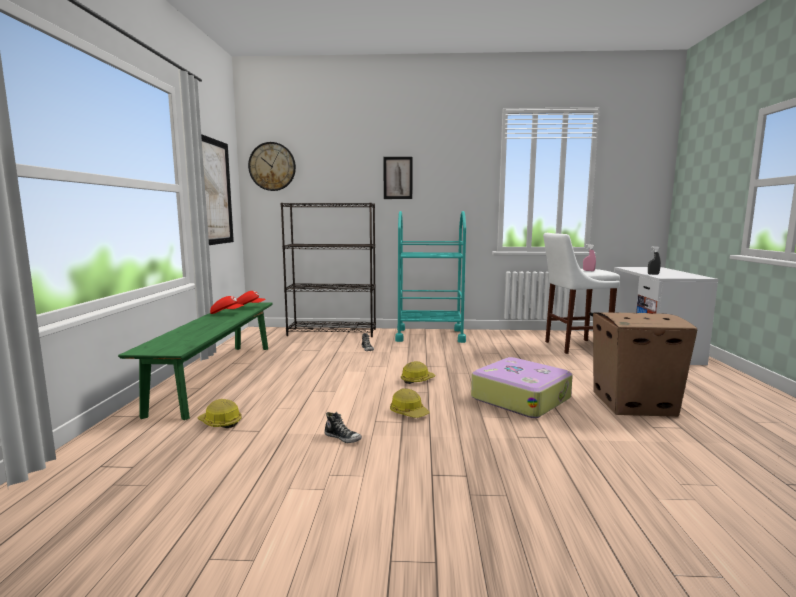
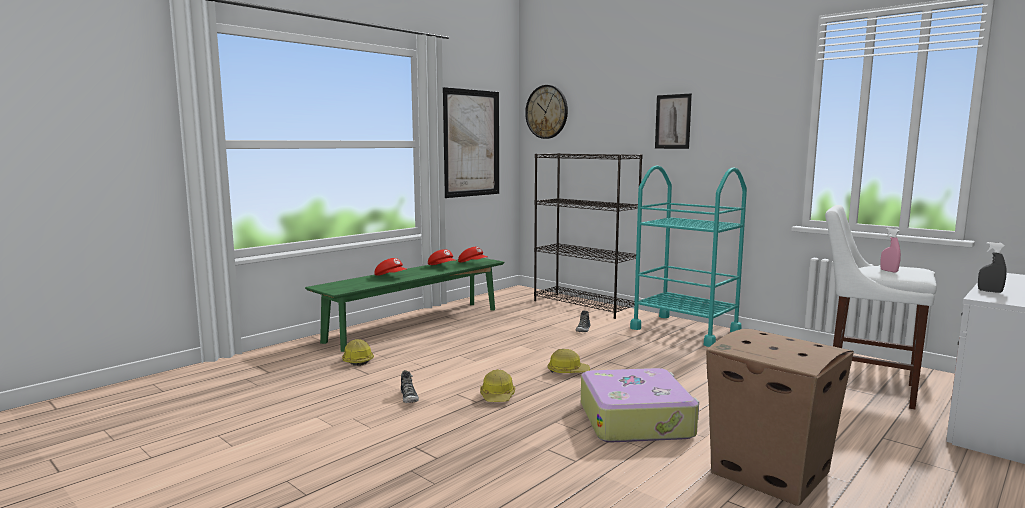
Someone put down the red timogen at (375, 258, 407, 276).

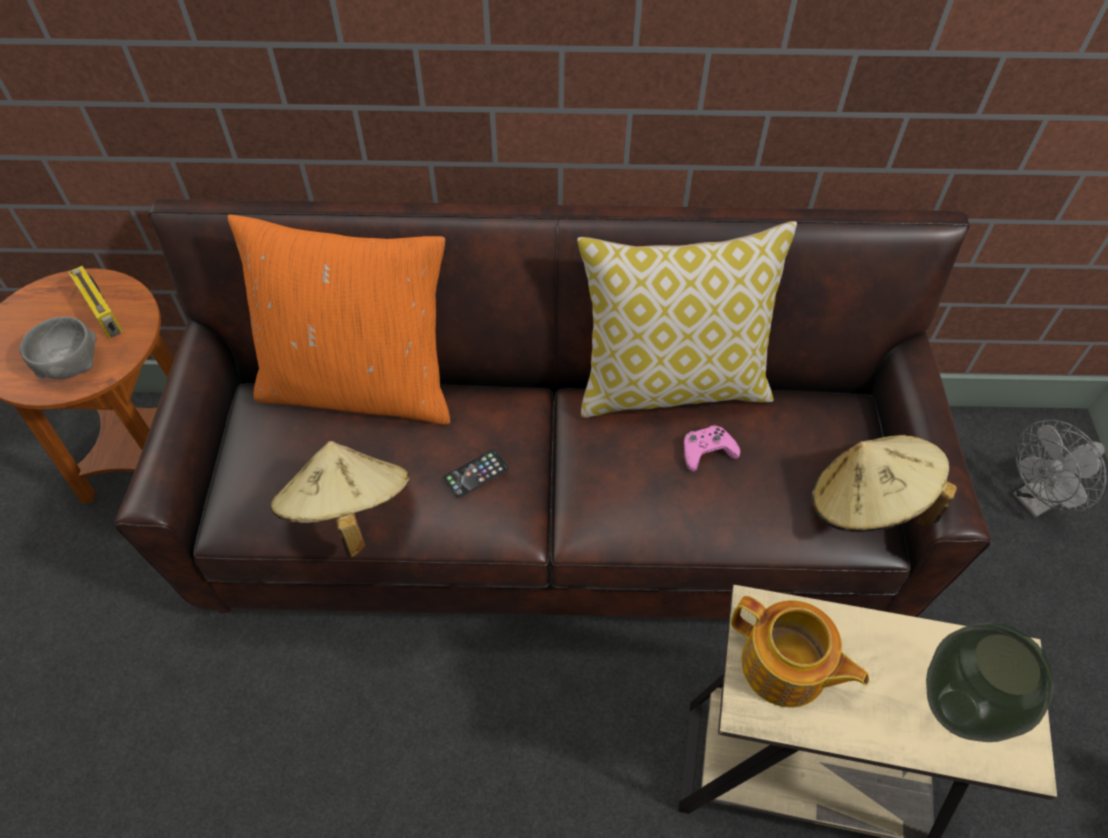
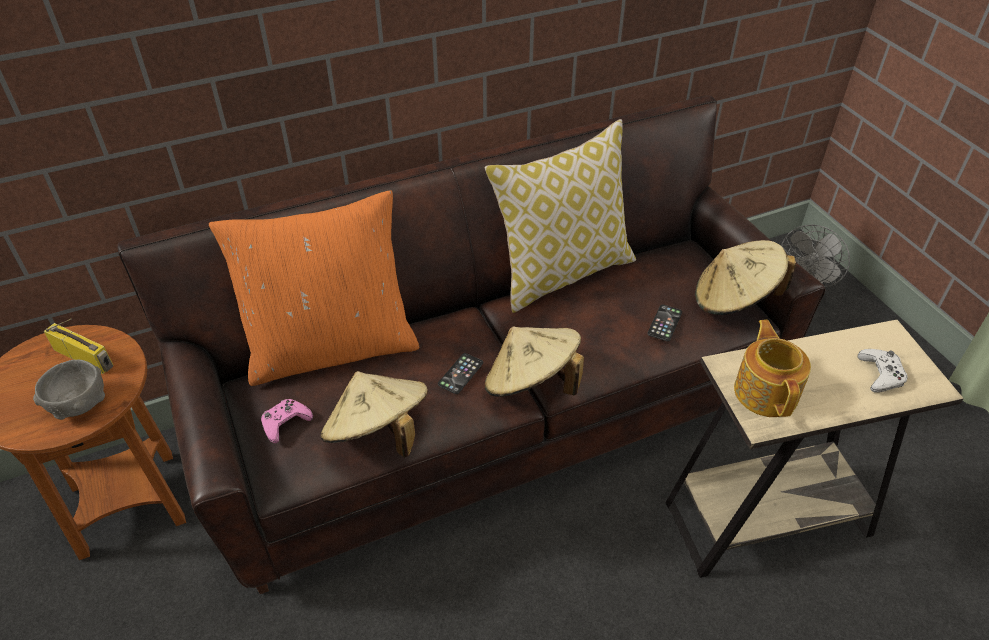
Someone carried the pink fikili from (684, 425, 741, 472) to (261, 399, 313, 443). Someone rotated the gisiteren at (731, 596, 869, 708) by 105 degrees counterclockwise. Someone swapped the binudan at (926, 623, 1053, 742) for the white fikili at (858, 349, 908, 393). Someone put down the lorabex at (647, 304, 682, 341). Someone put down the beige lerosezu at (485, 327, 584, 397).

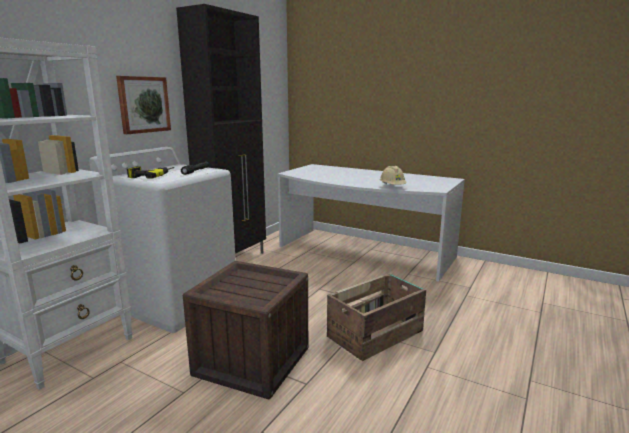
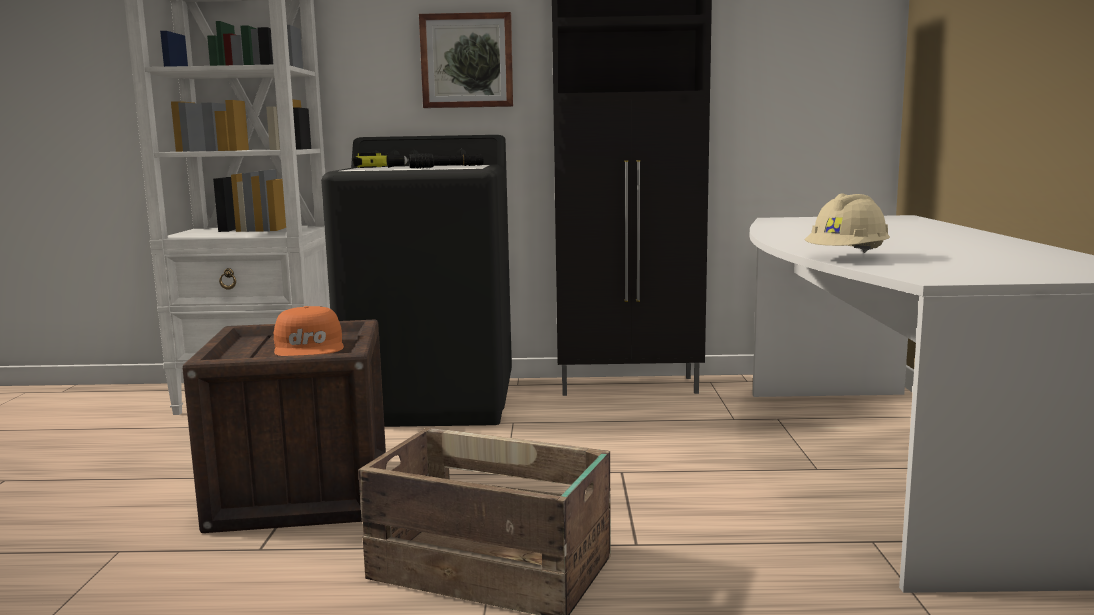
Someone repainted the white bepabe at (89, 147, 236, 333), which became the black bepabe at (321, 135, 512, 427). Someone put down the orange timogen at (274, 306, 344, 356).

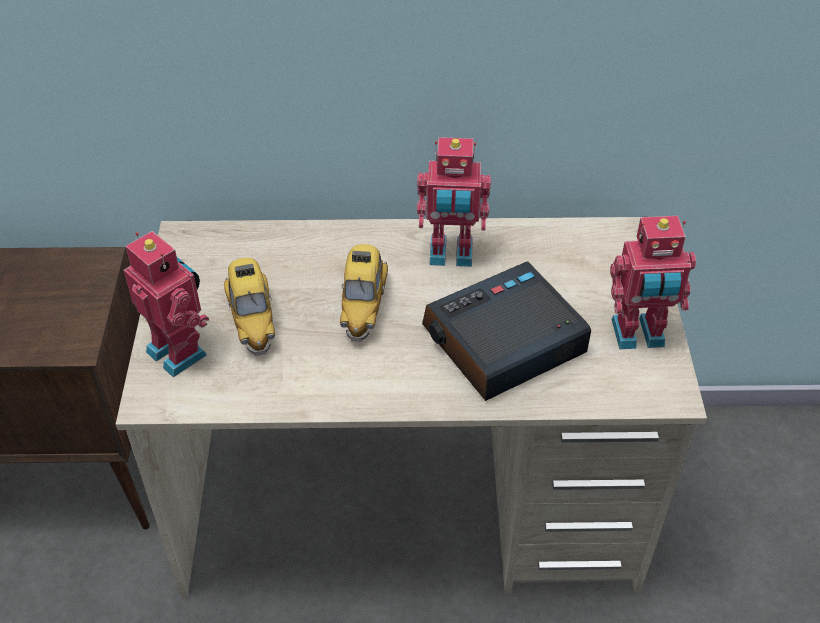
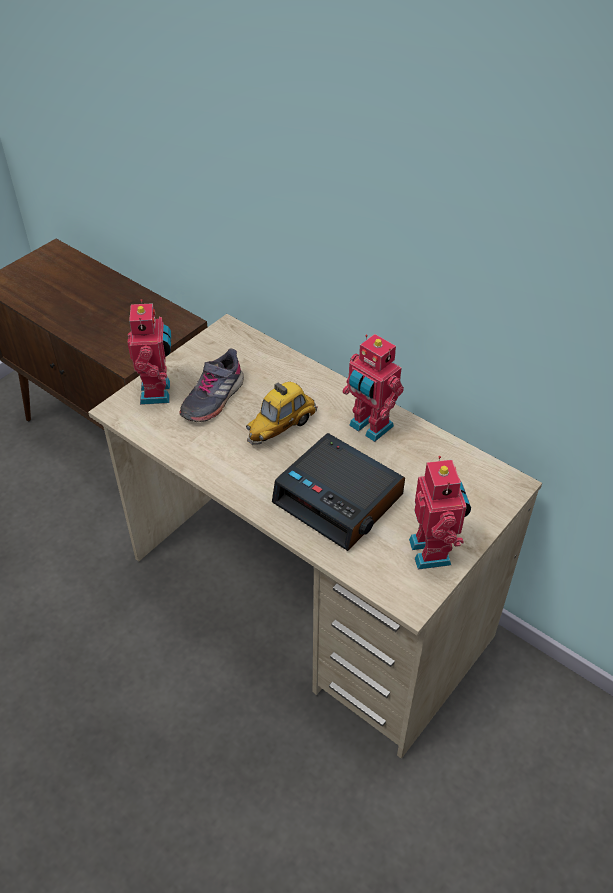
Someone rotated the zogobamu at (610, 216, 696, 349) by 135 degrees counterclockwise. Someone swapped the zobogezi at (224, 258, 275, 356) for the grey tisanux at (179, 348, 244, 422). Someone rotated the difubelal at (422, 261, 591, 401) by 150 degrees counterclockwise.

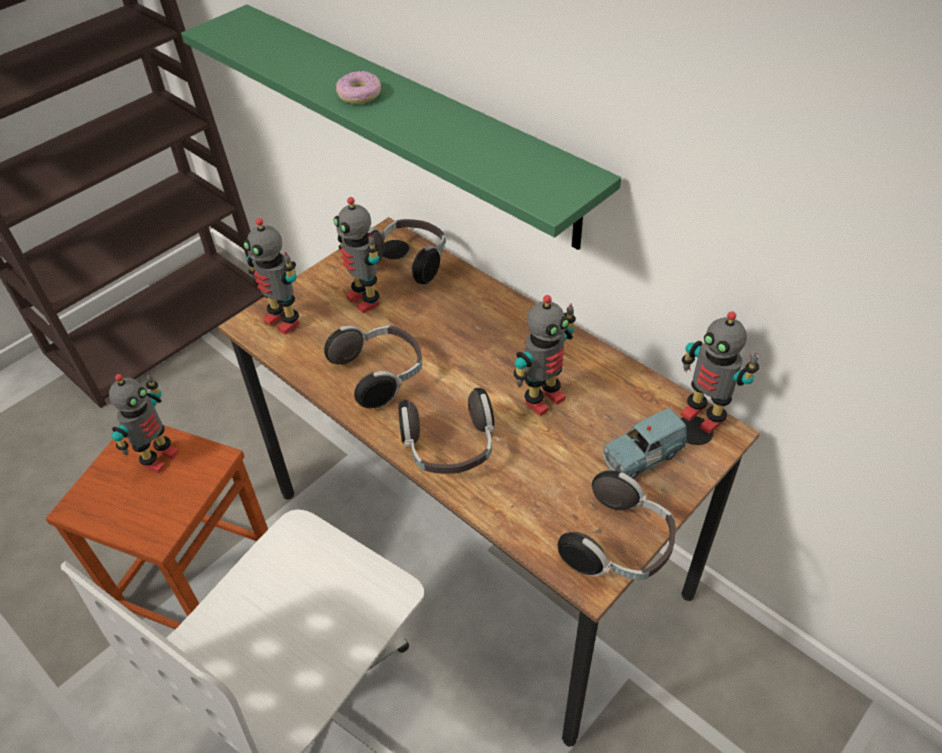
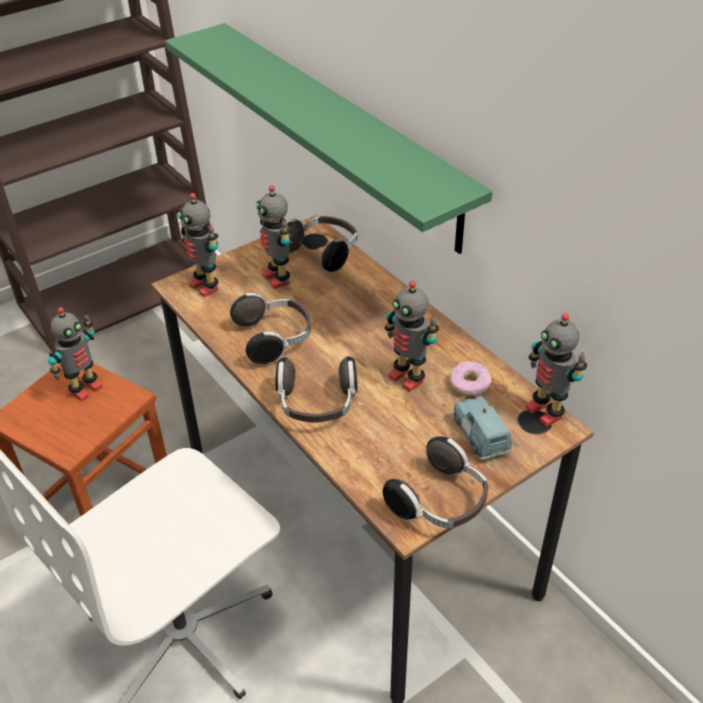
Someone carried the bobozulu from (336, 71, 381, 104) to (450, 361, 492, 396). Someone rotated the zogobamu at (513, 295, 576, 416) by 75 degrees clockwise. Someone rotated the blue zobogezi at (603, 408, 687, 479) by 90 degrees clockwise.

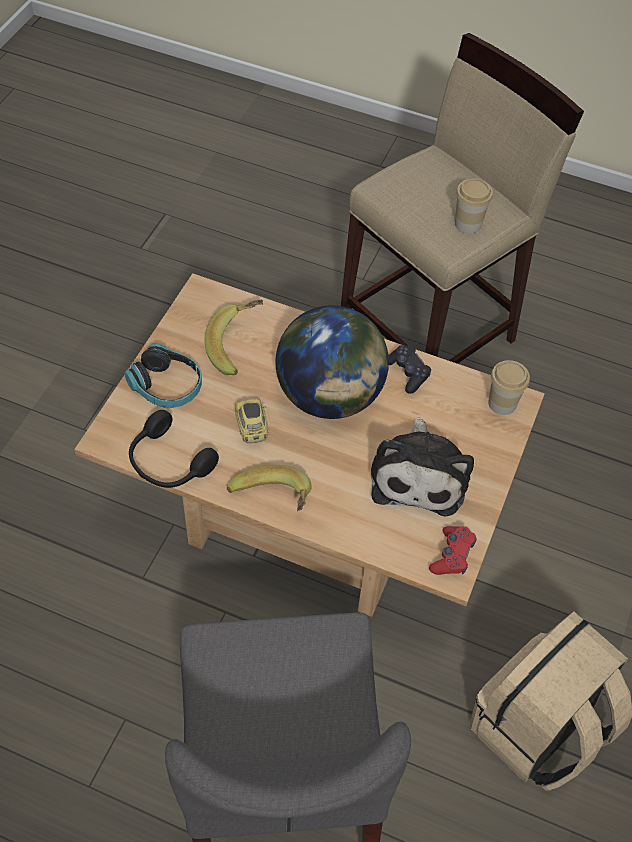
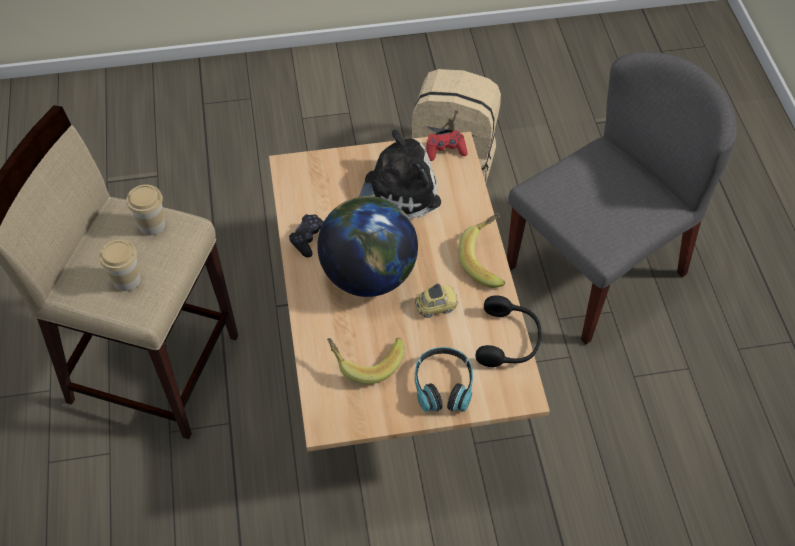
Someone carried the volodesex from (488, 360, 530, 415) to (99, 239, 141, 291). Someone rotated the zobogezi at (235, 399, 268, 443) by 150 degrees counterclockwise.

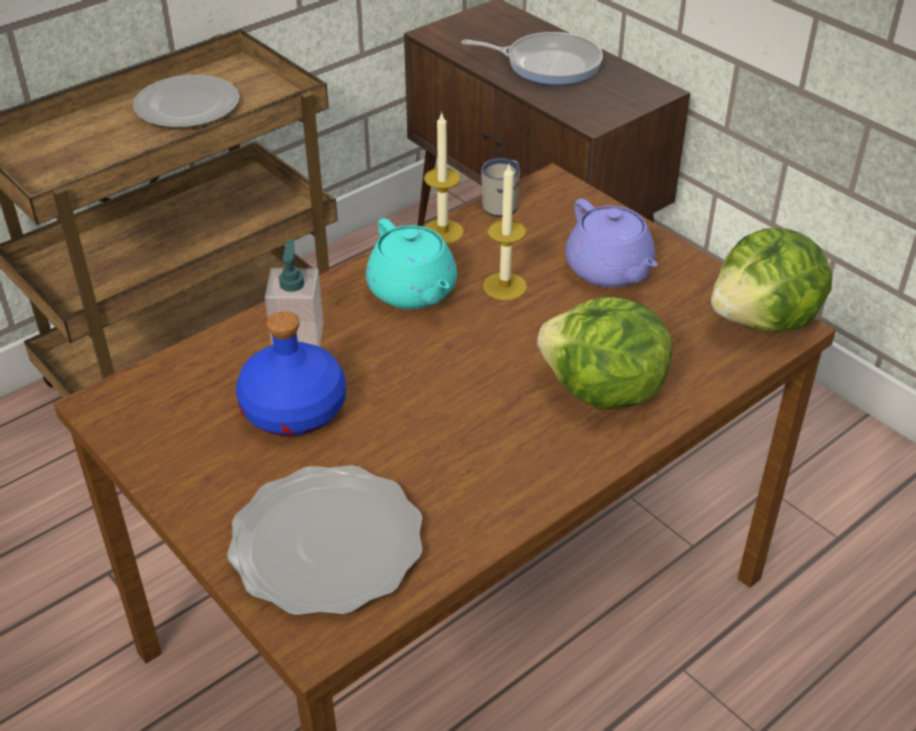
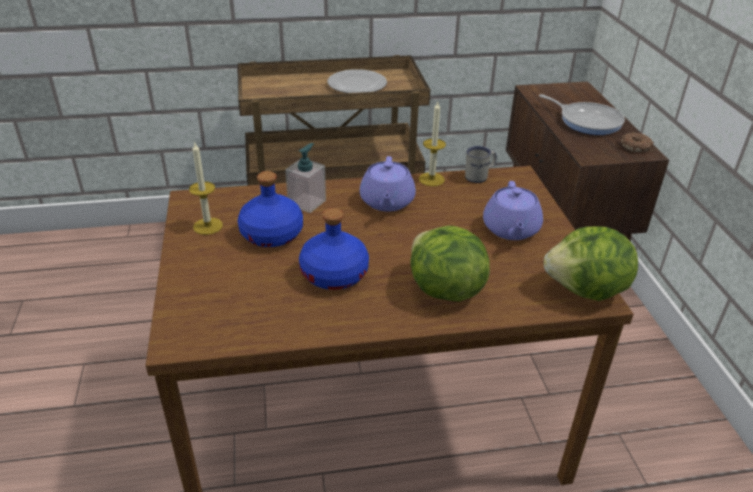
Someone carried the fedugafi from (483, 165, 527, 300) to (189, 143, 223, 235). Someone repainted the turquoise gisiteren at (366, 218, 457, 309), which became the purple gisiteren at (360, 156, 416, 212). Someone took away the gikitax at (227, 465, 422, 616). Someone put down the bobozulu at (621, 133, 654, 152). Someone put down the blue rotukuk at (299, 208, 369, 290).

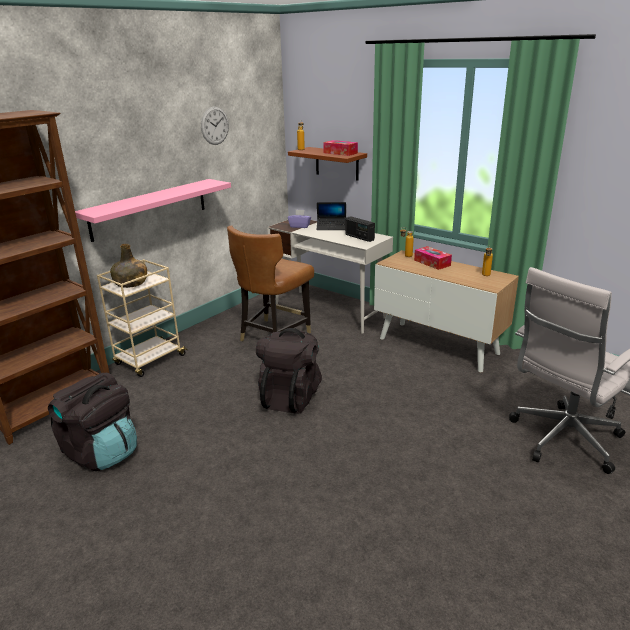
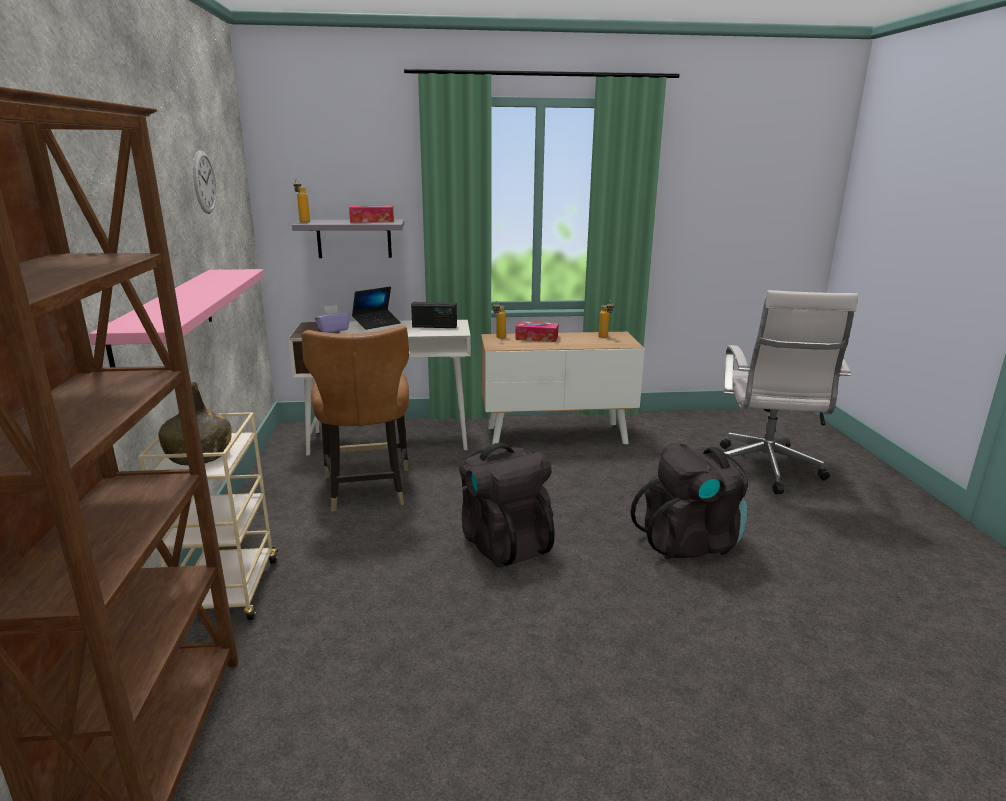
Someone repainted the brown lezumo at (288, 147, 367, 180), which became the grey lezumo at (292, 220, 404, 258). Someone carried the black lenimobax from (48, 373, 137, 471) to (630, 443, 748, 559).

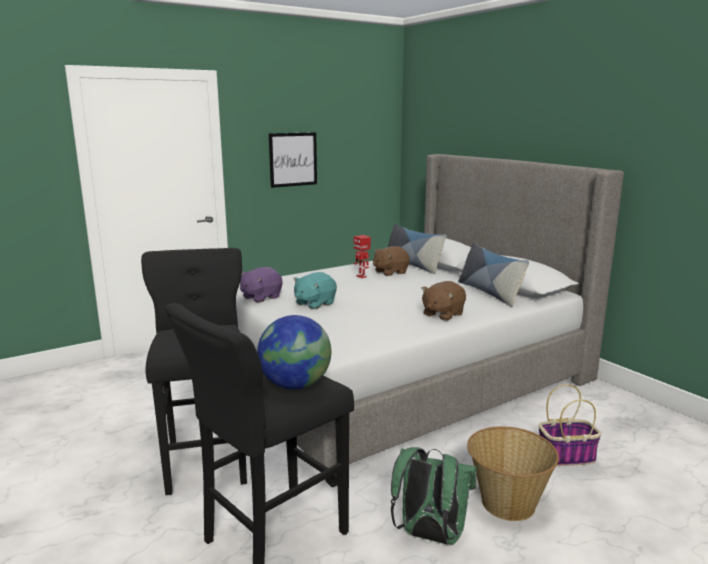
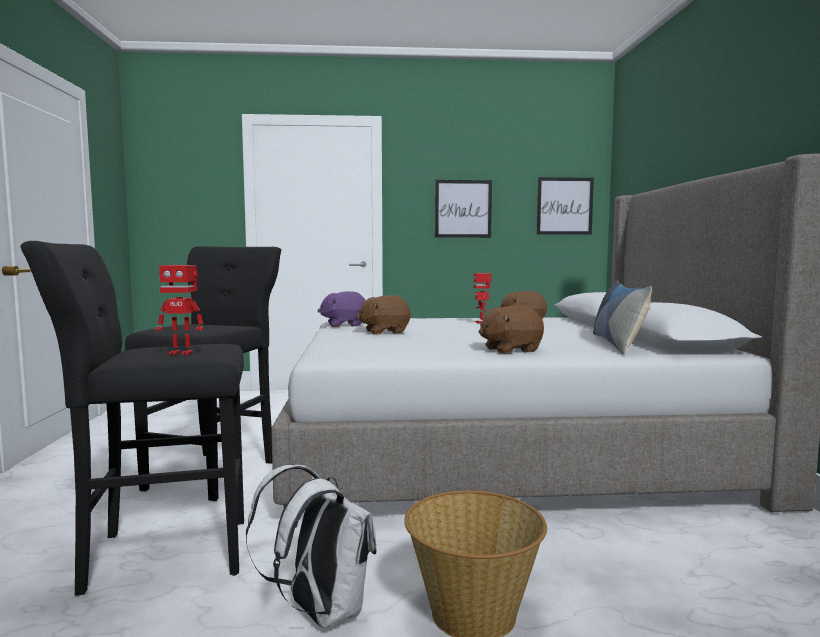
Someone took away the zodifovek at (388, 224, 446, 274). Someone repainted the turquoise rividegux at (293, 272, 337, 309), which became the brown rividegux at (356, 295, 411, 335). Someone swapped the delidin at (257, 315, 331, 389) for the zogobamu at (155, 265, 204, 355). Someone took away the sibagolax at (539, 384, 601, 466). Someone repainted the green lenimobax at (391, 447, 477, 545), which became the white lenimobax at (246, 465, 376, 628). Someone put up the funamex at (536, 177, 594, 235).

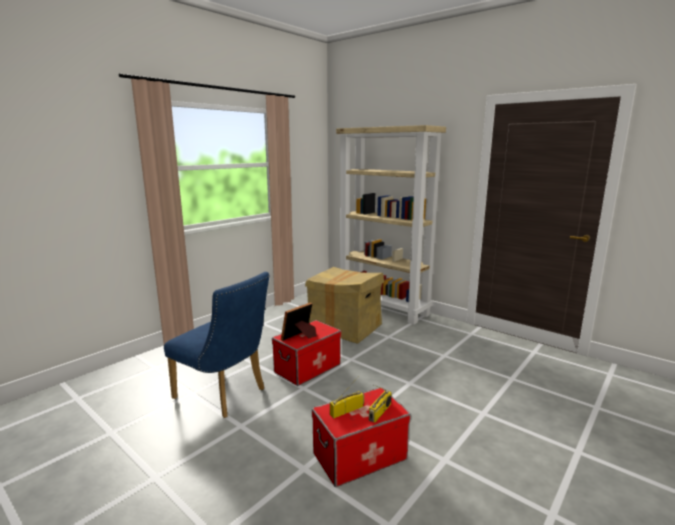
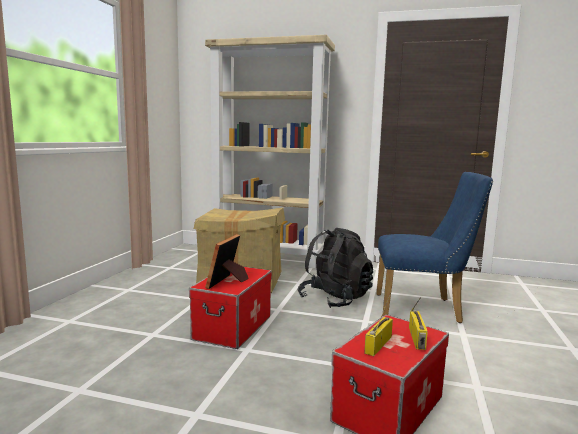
Someone carried the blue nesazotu from (164, 272, 270, 418) to (377, 172, 493, 323). Someone put down the black lenimobax at (297, 228, 373, 308).

